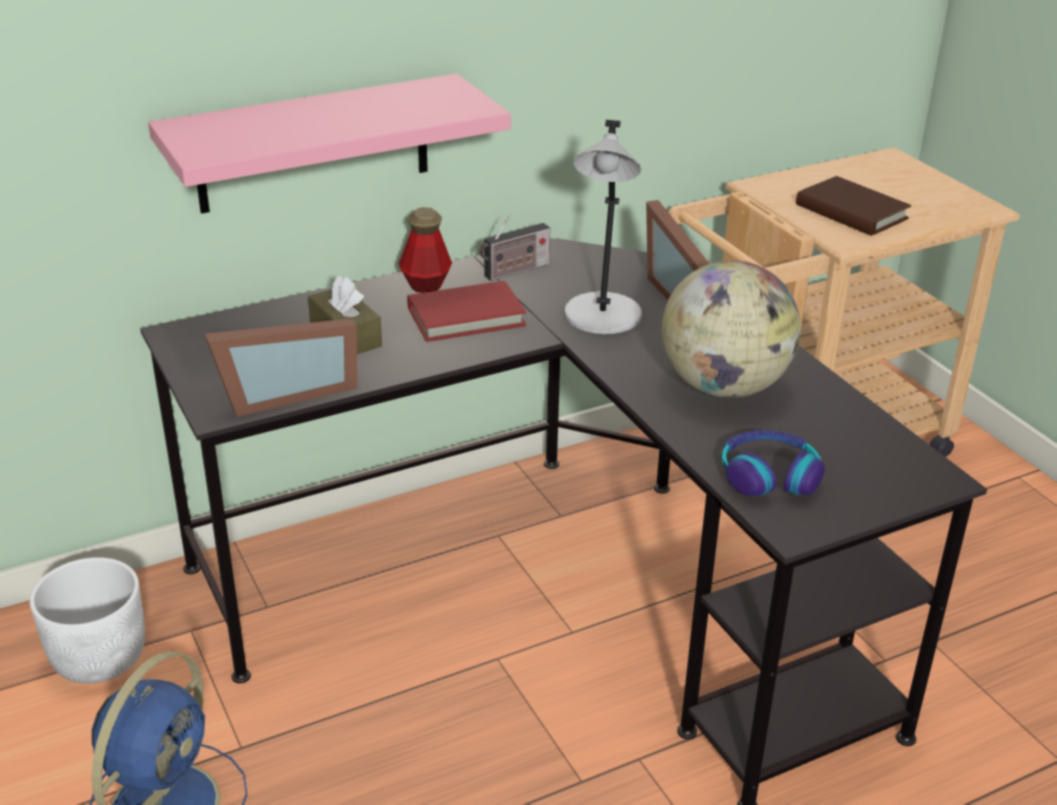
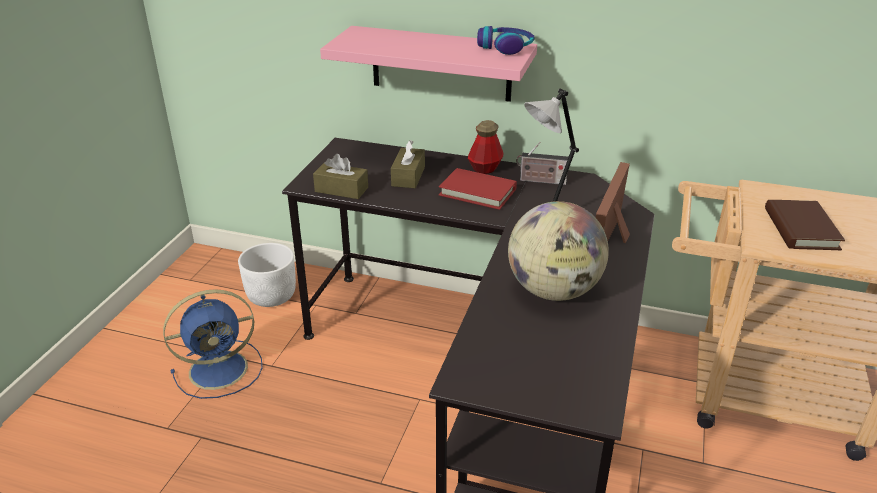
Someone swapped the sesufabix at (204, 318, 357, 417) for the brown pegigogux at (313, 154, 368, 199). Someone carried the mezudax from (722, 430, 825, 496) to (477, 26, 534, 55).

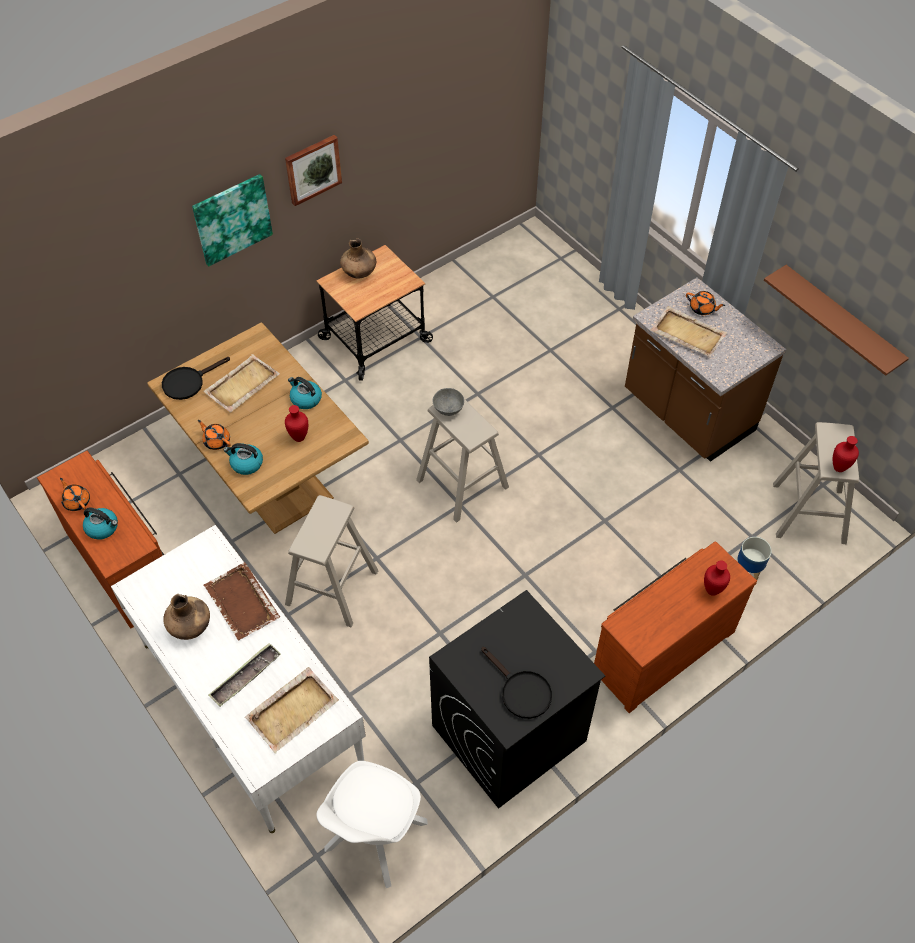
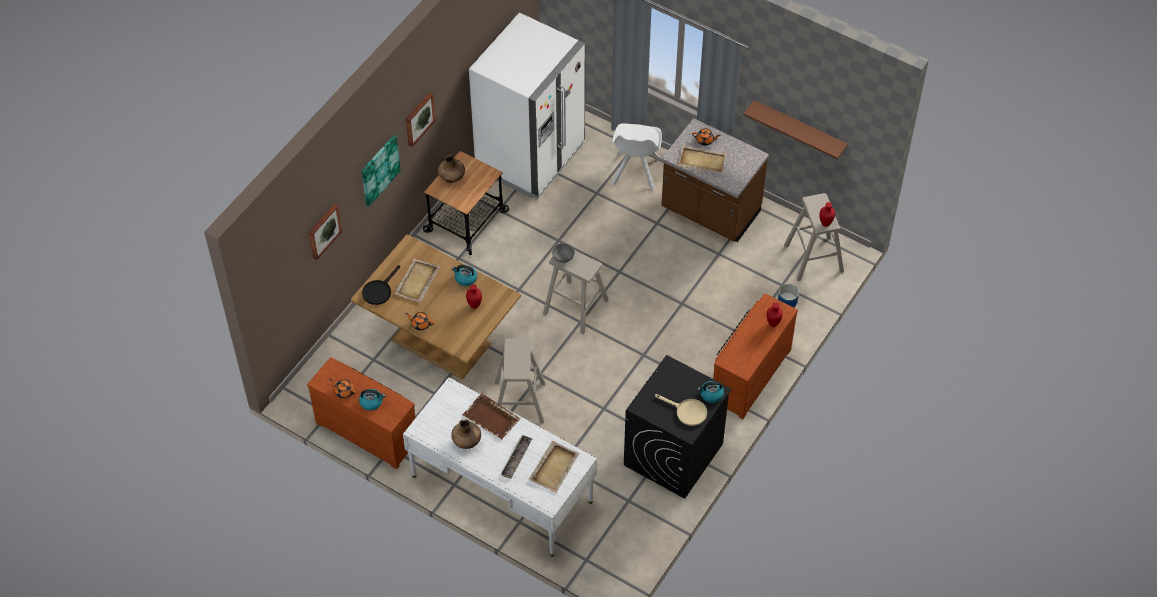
Someone carried the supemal from (224, 443, 263, 475) to (697, 381, 724, 403). Someone repainted the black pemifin at (481, 647, 552, 719), which became the beige pemifin at (655, 394, 707, 426). Someone carried the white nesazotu from (316, 761, 428, 888) to (611, 123, 662, 191). Someone put down the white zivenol at (469, 12, 585, 199). Someone put up the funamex at (309, 204, 342, 260).

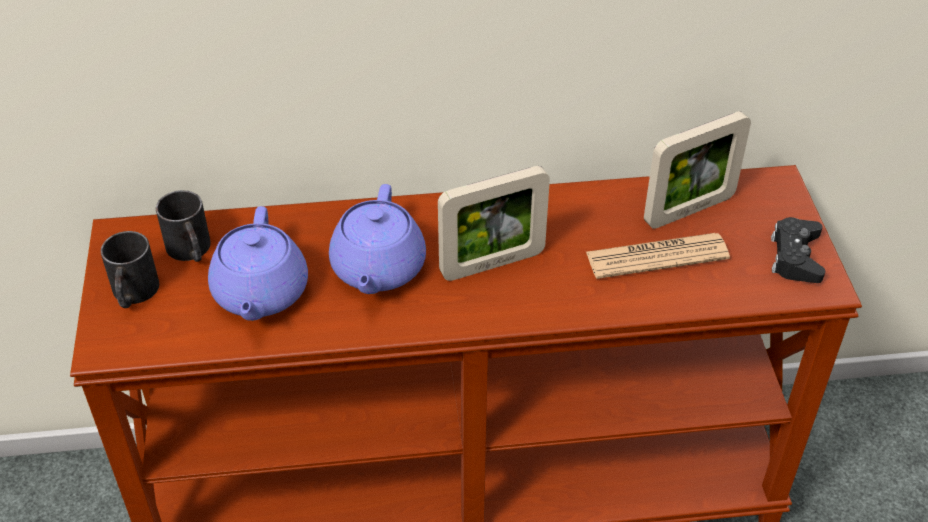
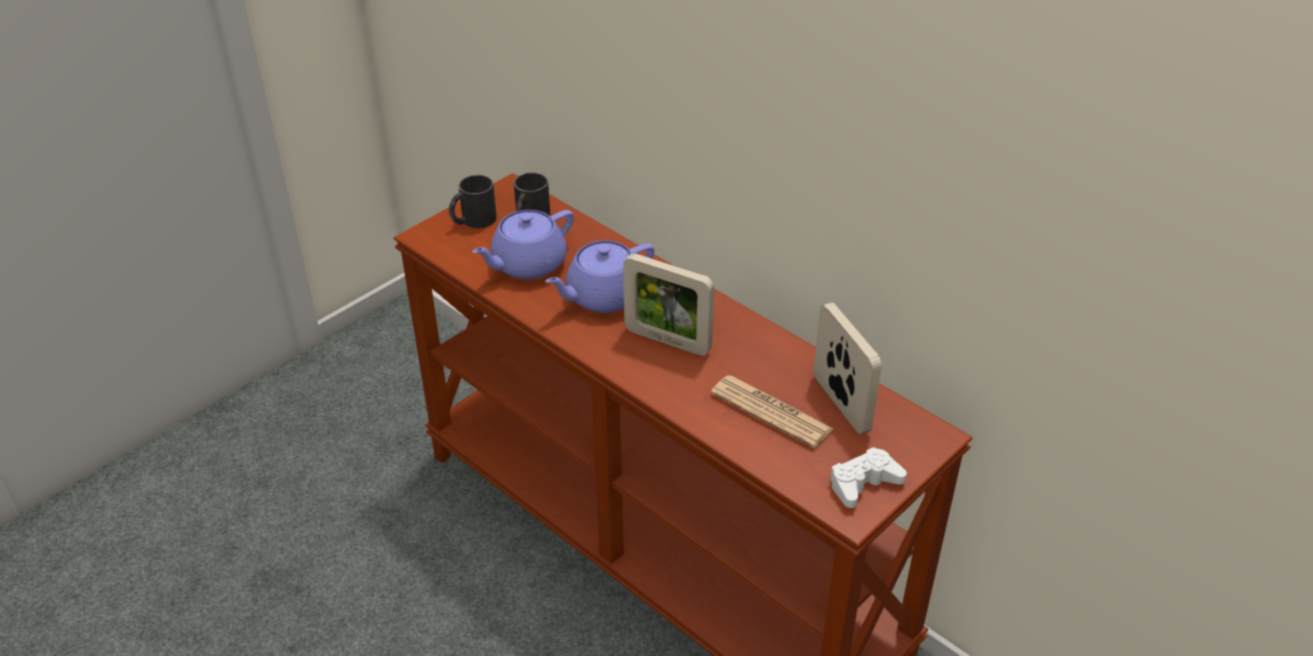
Someone rotated the sesufabix at (644, 111, 751, 229) by 135 degrees counterclockwise. Someone repainted the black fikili at (771, 217, 825, 283), which became the white fikili at (830, 447, 907, 508).

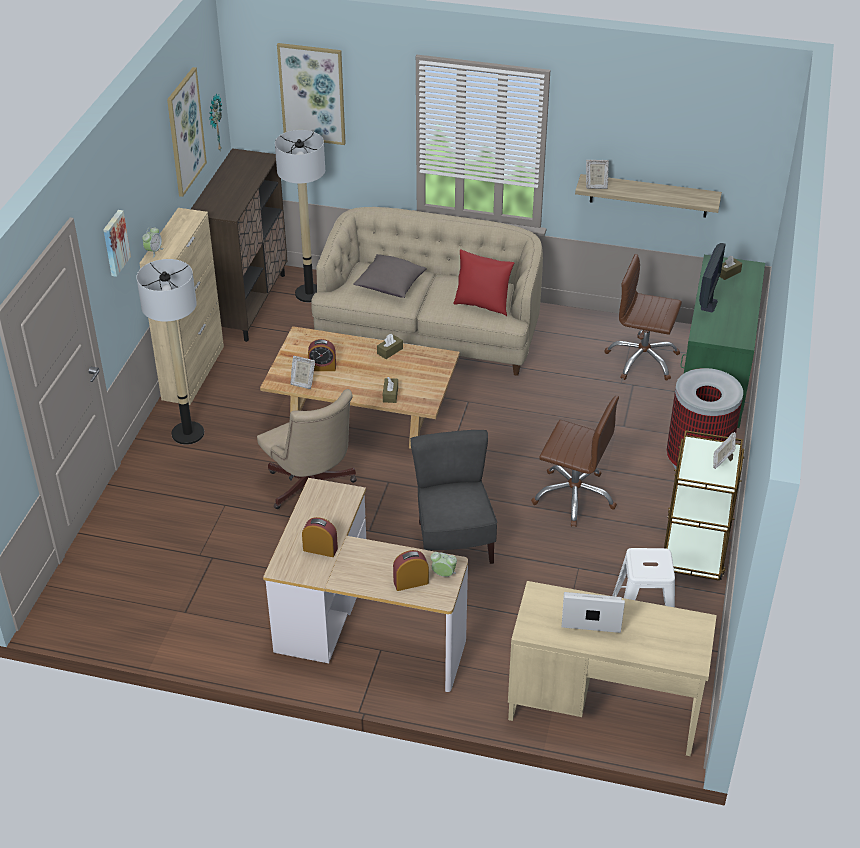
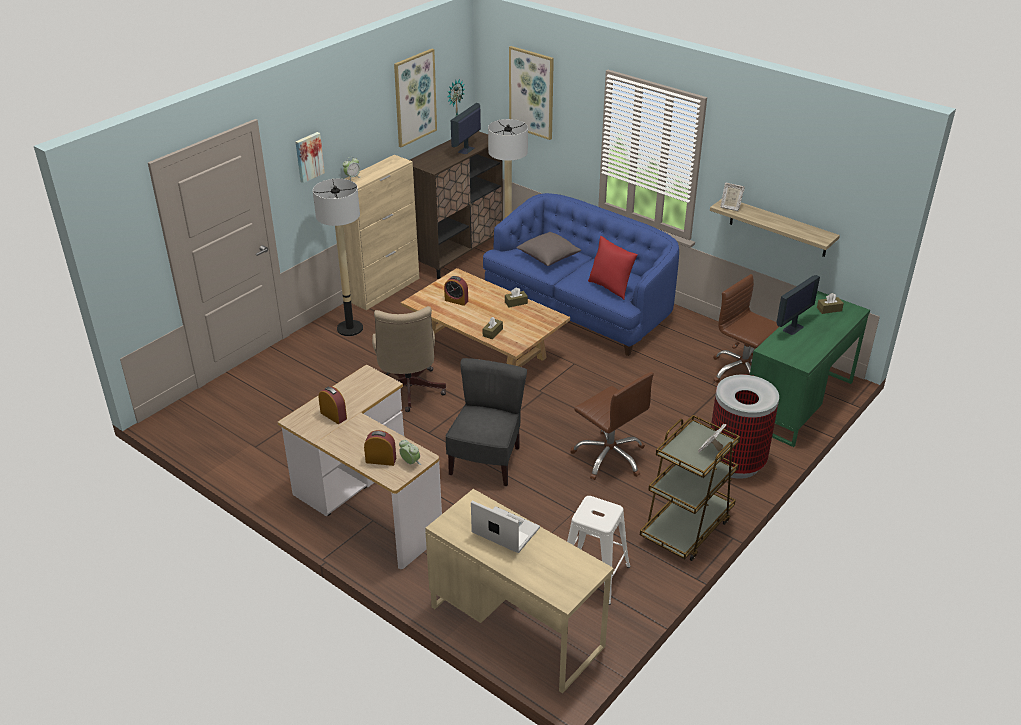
Someone repainted the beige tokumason at (311, 207, 543, 376), which became the blue tokumason at (483, 193, 679, 356). Someone took away the sesufabix at (291, 356, 315, 389). Someone put down the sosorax at (451, 103, 481, 154).

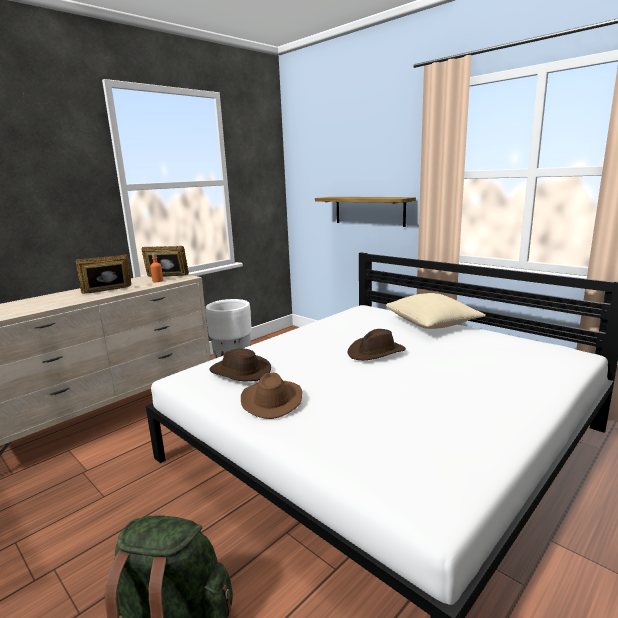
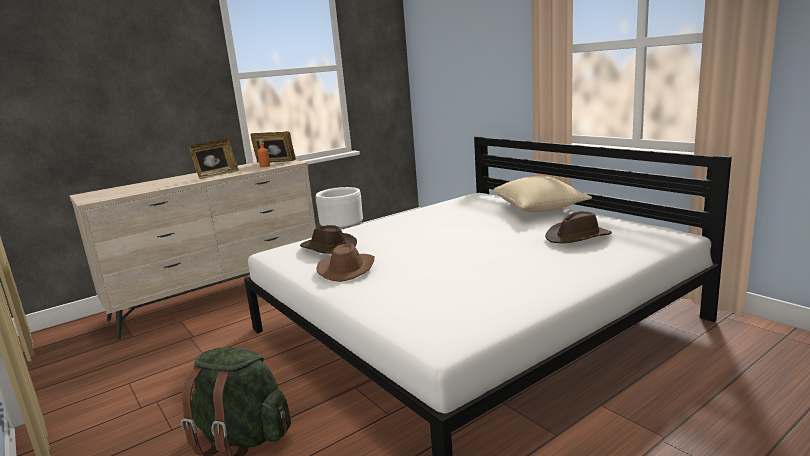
Someone took away the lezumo at (315, 197, 416, 227). Someone rotated the sesufabix at (76, 255, 131, 294) by 150 degrees clockwise. Someone carried the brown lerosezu from (347, 329, 406, 360) to (545, 211, 612, 243).

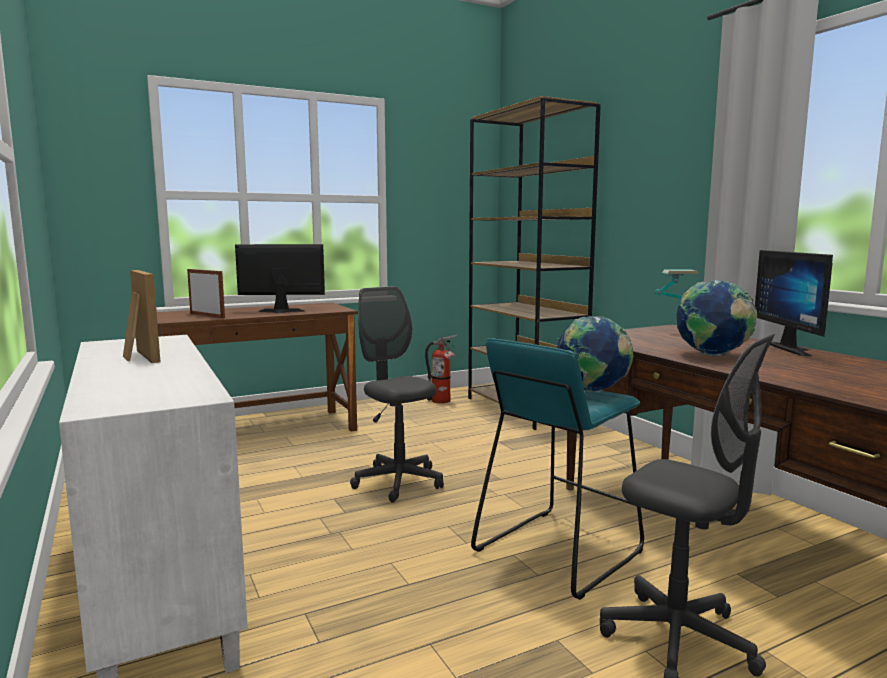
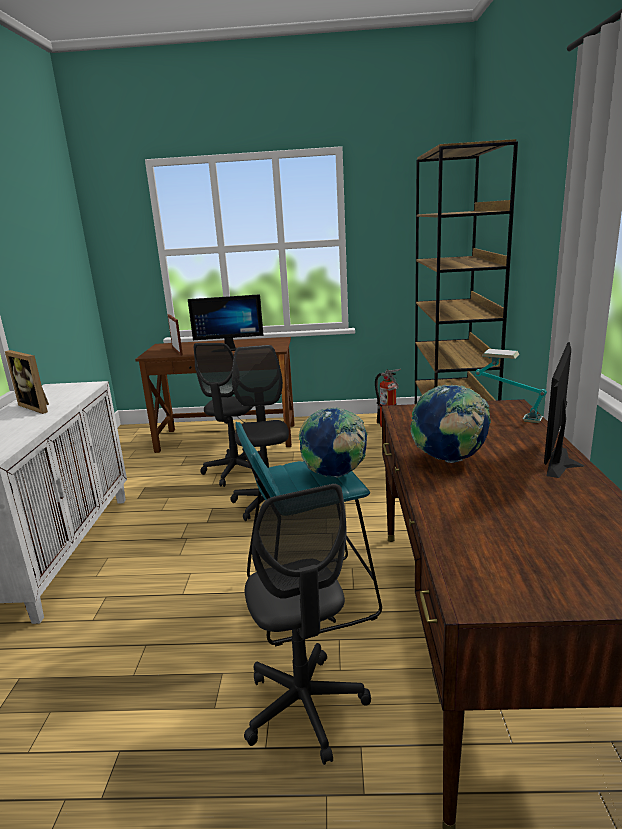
Someone rotated the sosorax at (235, 244, 325, 313) by 150 degrees clockwise. Someone rotated the sesufabix at (123, 270, 160, 363) by 135 degrees clockwise. Someone put down the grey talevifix at (194, 343, 261, 487).

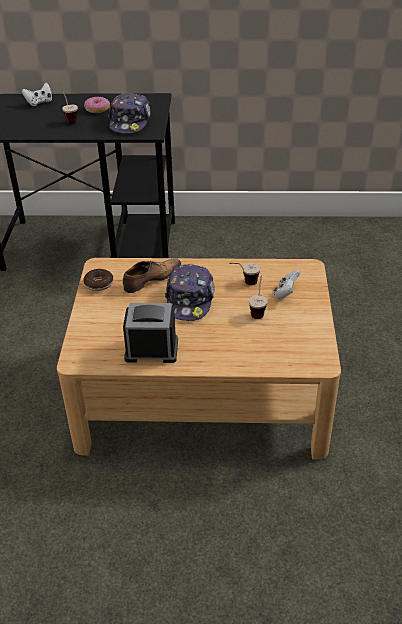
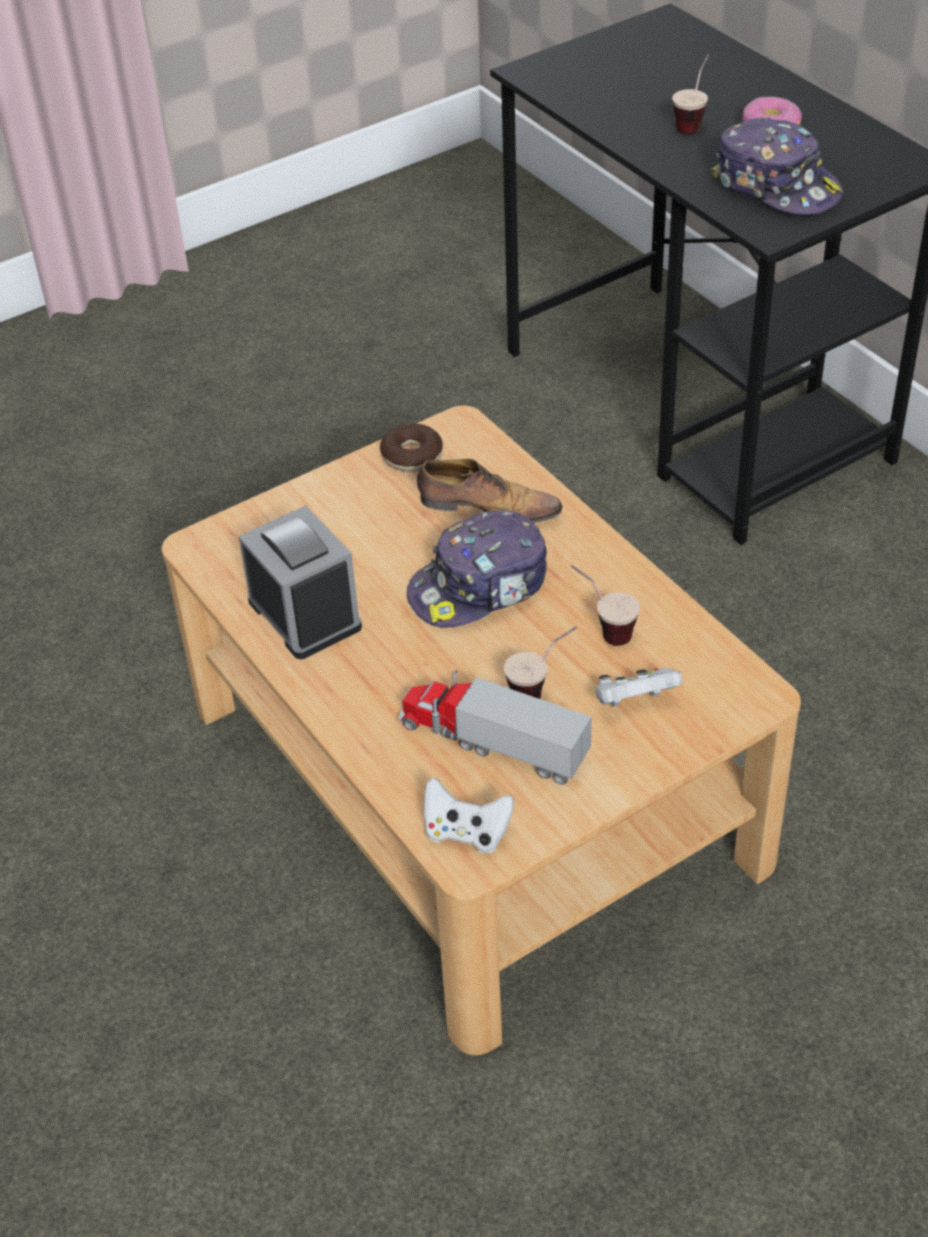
Someone carried the white fikili from (22, 83, 52, 106) to (423, 777, 514, 853). Someone rotated the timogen at (108, 93, 151, 134) by 105 degrees counterclockwise. Someone put down the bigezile at (398, 670, 592, 784).

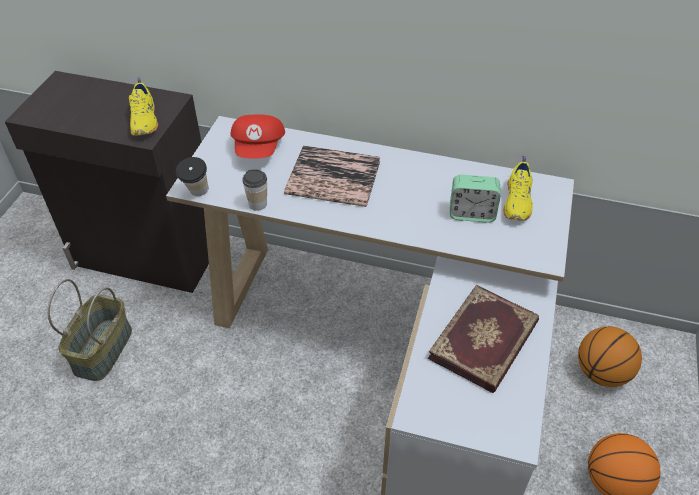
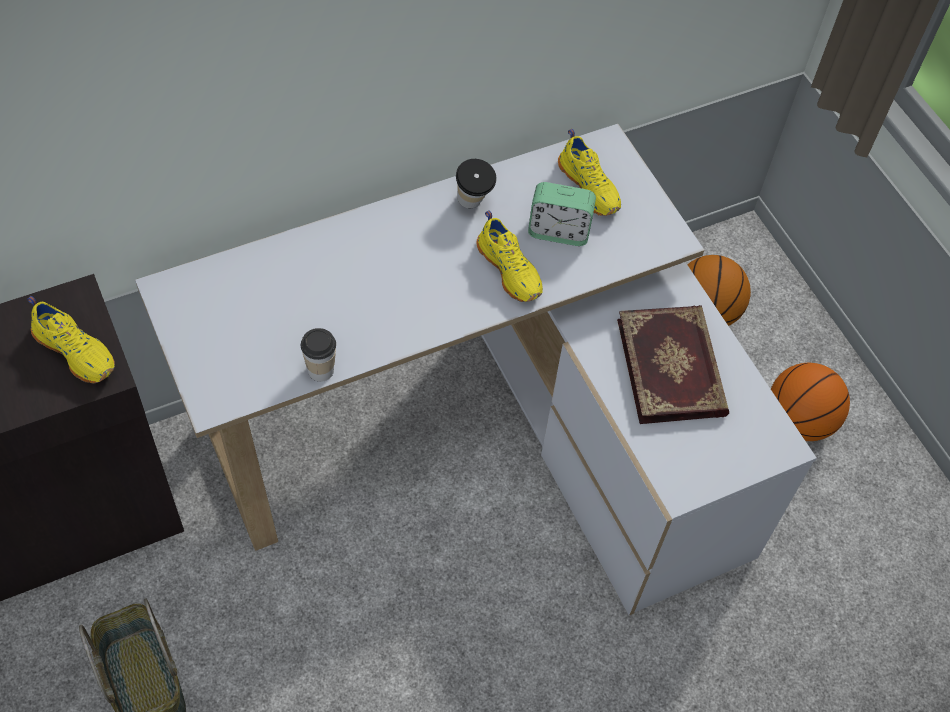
Someone took away the red timogen at (231, 114, 285, 159). Someone took away the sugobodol at (284, 145, 380, 207). Someone carried the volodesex from (176, 157, 208, 196) to (456, 159, 497, 208). Someone rotated the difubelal at (450, 174, 501, 223) by 45 degrees clockwise. Someone put down the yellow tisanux at (476, 210, 543, 302).

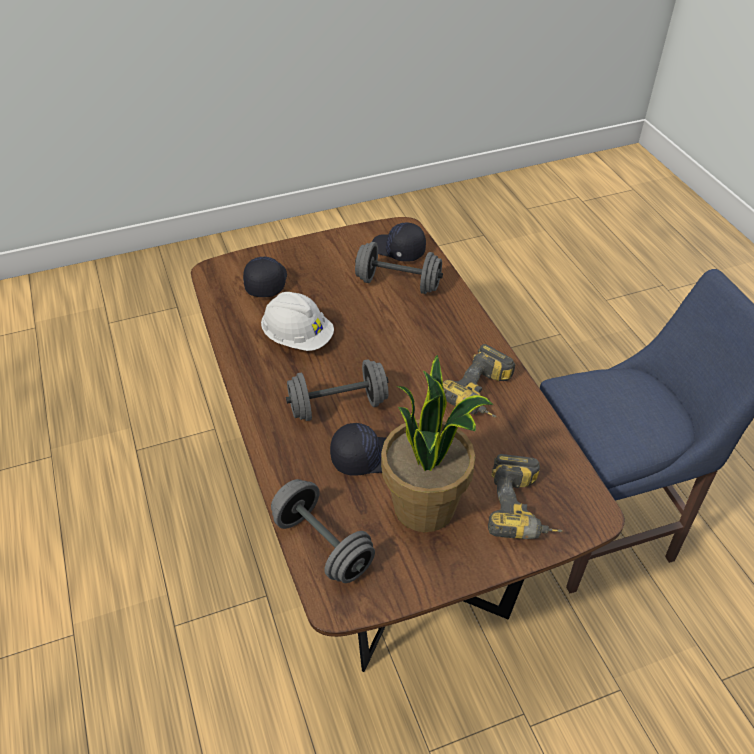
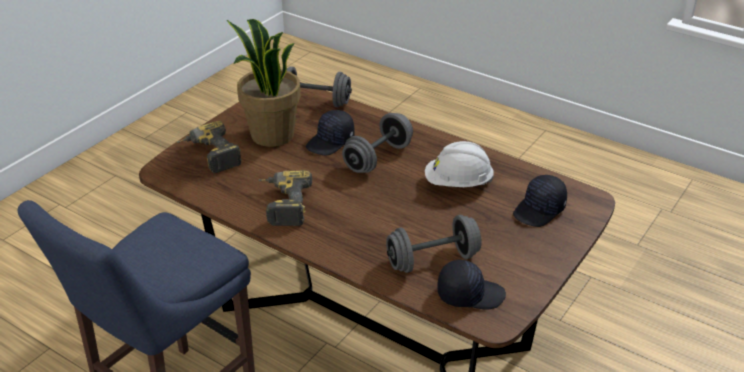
Someone rotated the black timogen at (243, 257, 287, 297) by 75 degrees clockwise.

